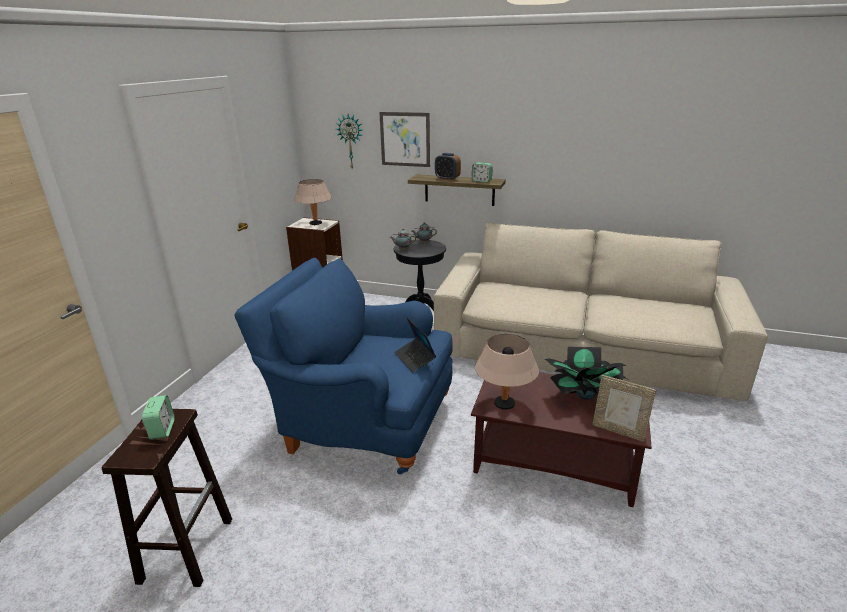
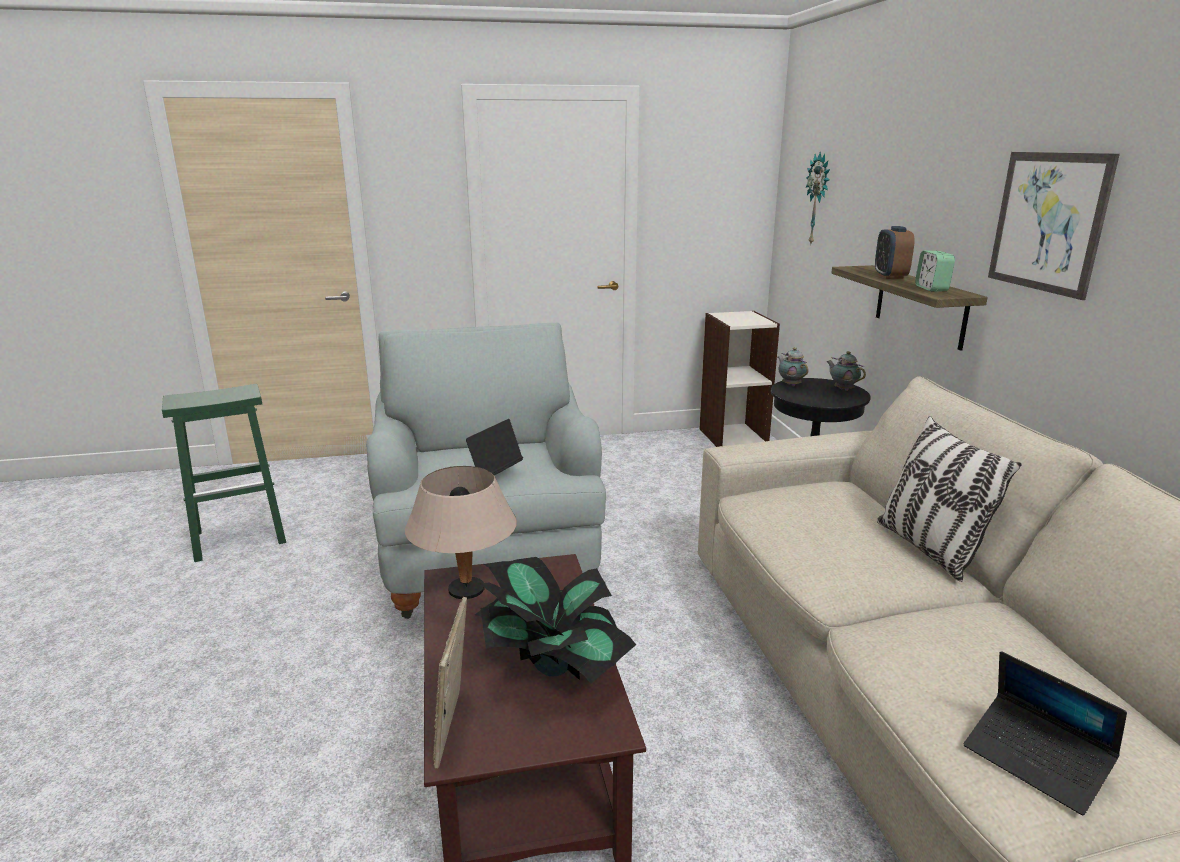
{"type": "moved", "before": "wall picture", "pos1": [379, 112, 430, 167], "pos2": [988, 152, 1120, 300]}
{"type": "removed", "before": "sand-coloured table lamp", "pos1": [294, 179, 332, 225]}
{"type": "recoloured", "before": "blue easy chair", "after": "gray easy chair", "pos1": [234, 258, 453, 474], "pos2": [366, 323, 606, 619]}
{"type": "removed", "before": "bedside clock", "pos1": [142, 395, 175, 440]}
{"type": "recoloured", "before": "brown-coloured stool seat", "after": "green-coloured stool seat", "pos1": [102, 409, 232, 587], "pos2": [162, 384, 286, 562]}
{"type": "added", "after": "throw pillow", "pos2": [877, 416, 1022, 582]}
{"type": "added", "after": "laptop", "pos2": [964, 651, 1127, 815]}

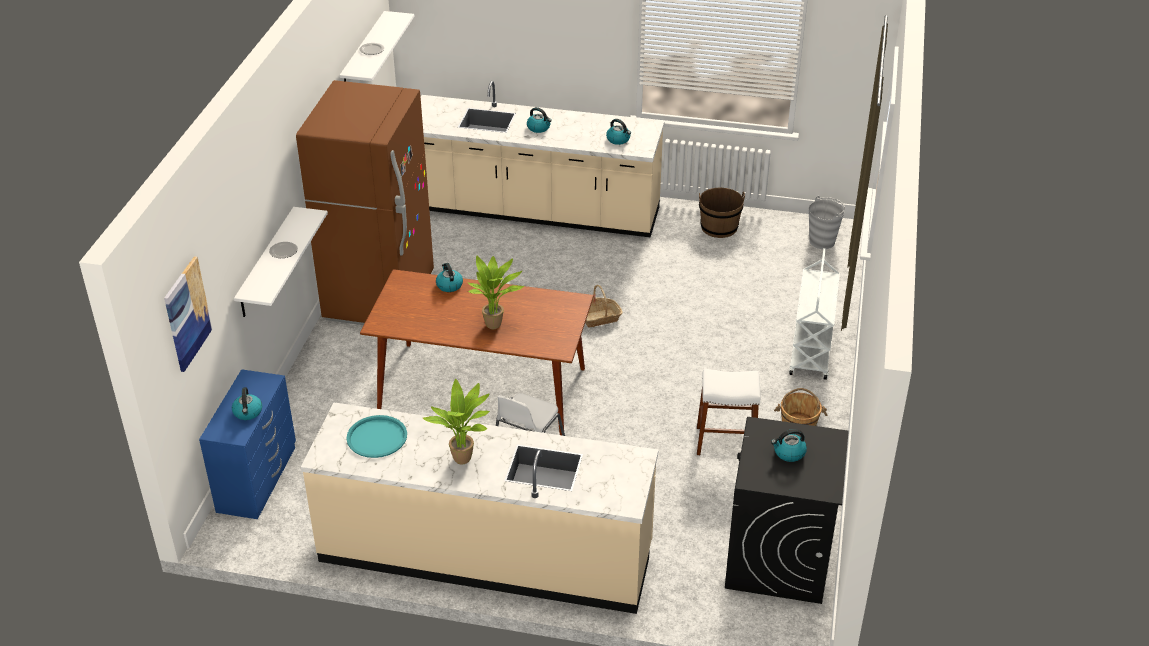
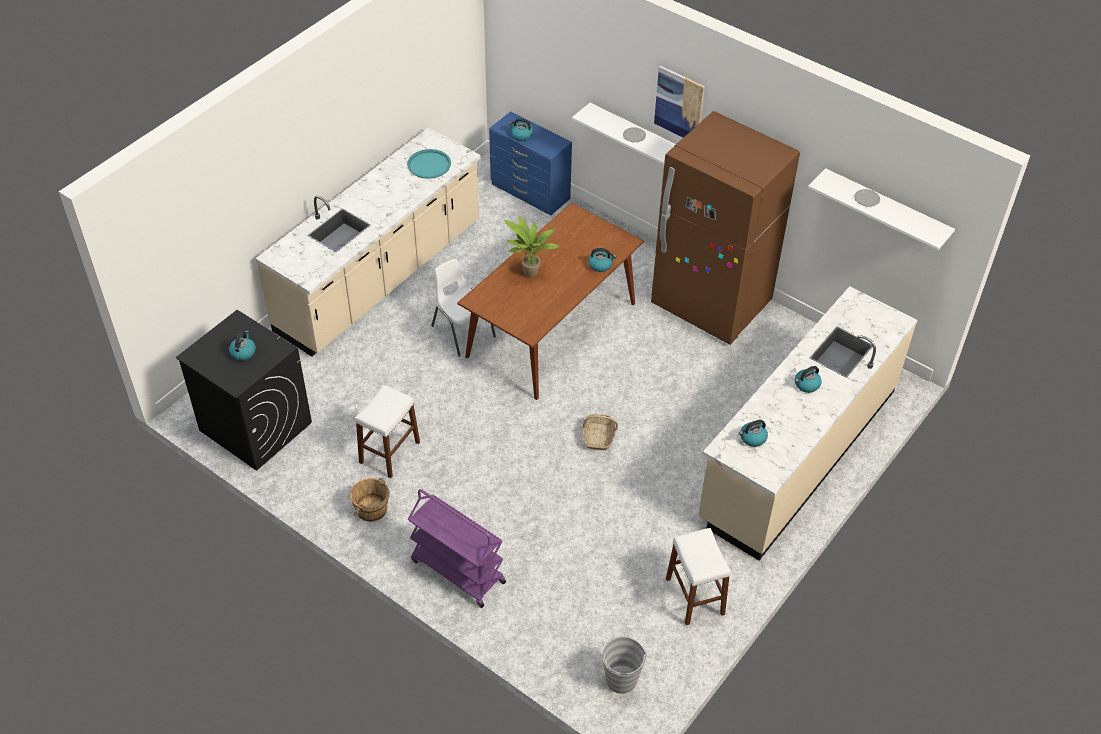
{"type": "replaced", "before": "brown-coloured bucket", "after": "whitish stool seat", "pos1": [699, 188, 745, 238], "pos2": [666, 528, 731, 625]}
{"type": "recoloured", "before": "whitish cart", "after": "purple-coloured cart", "pos1": [789, 248, 840, 380], "pos2": [408, 489, 506, 608]}
{"type": "moved", "before": "wall picture", "pos1": [164, 256, 212, 372], "pos2": [654, 66, 705, 138]}
{"type": "removed", "before": "houseplant", "pos1": [422, 379, 490, 465]}

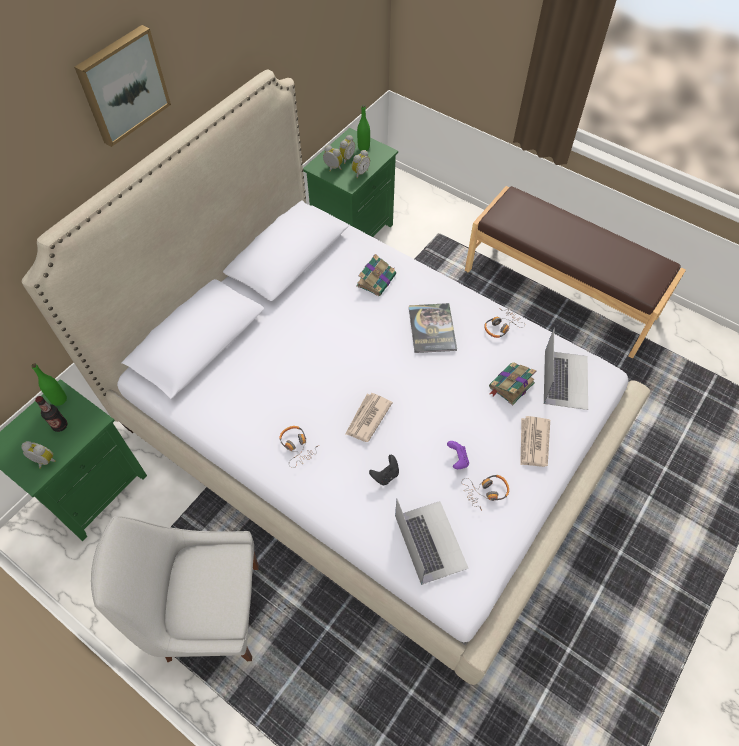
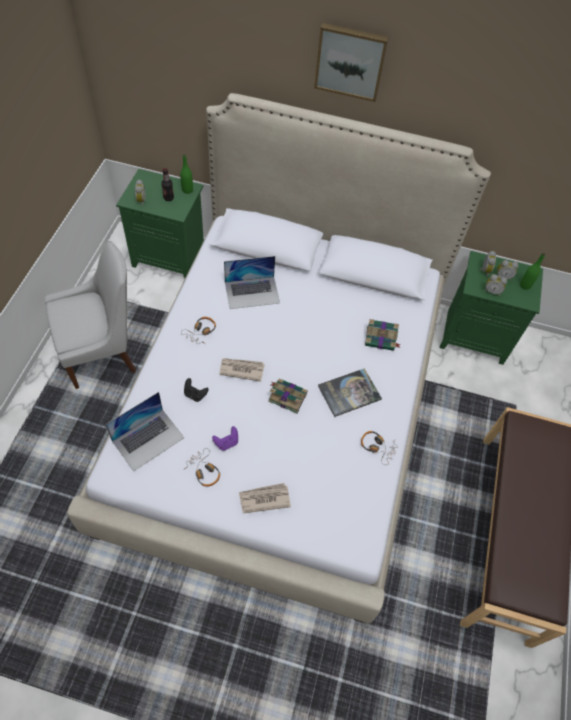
{"type": "moved", "before": "laptop", "pos1": [544, 329, 588, 410], "pos2": [224, 256, 280, 309]}
{"type": "moved", "before": "book", "pos1": [489, 362, 536, 405], "pos2": [268, 379, 308, 414]}
{"type": "turned", "before": "whitish chair", "pos1": [91, 516, 259, 662], "pos2": [44, 241, 136, 389], "turn": 90}

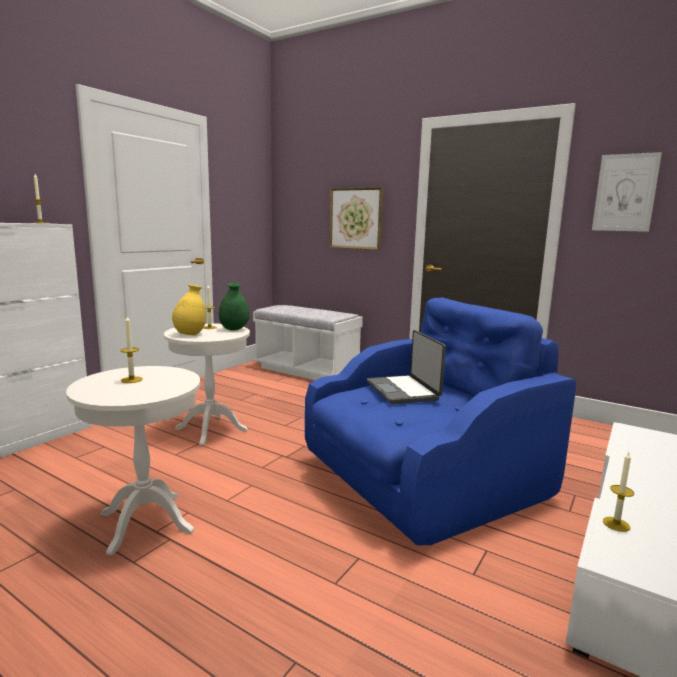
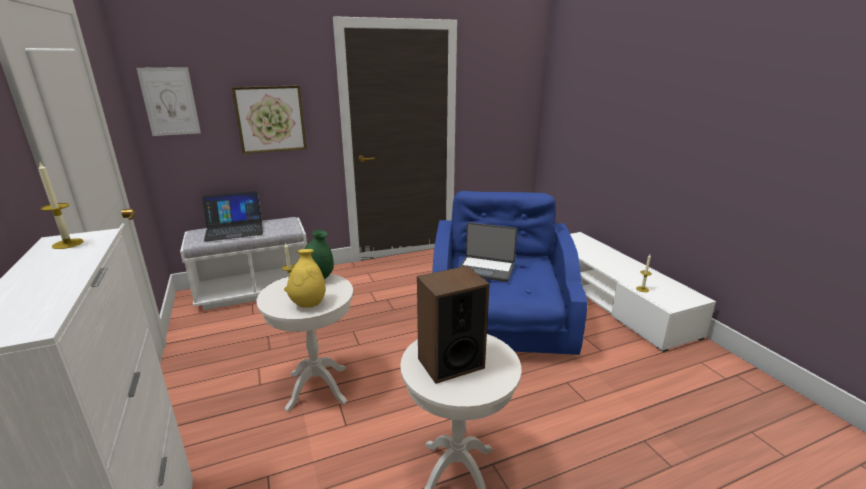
{"type": "moved", "before": "wall picture", "pos1": [592, 152, 662, 232], "pos2": [136, 67, 201, 136]}
{"type": "replaced", "before": "wax light", "after": "speaker", "pos1": [120, 316, 143, 383], "pos2": [417, 266, 490, 384]}
{"type": "added", "after": "laptop", "pos2": [202, 191, 263, 242]}

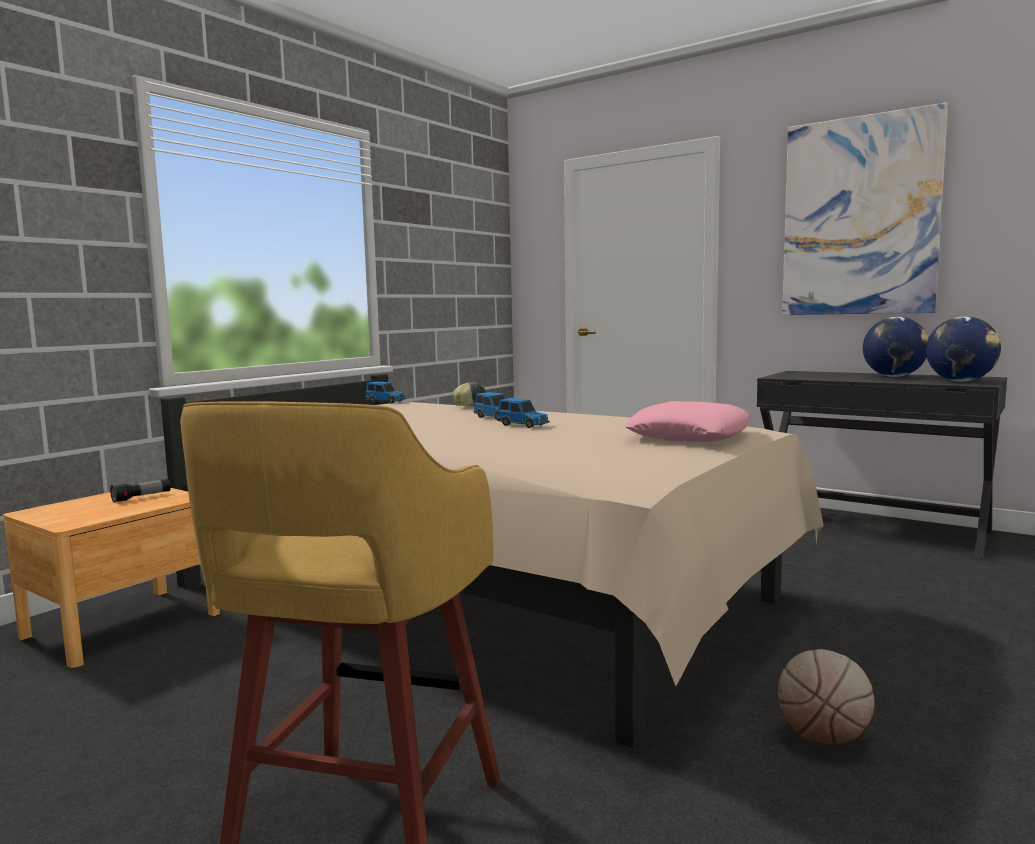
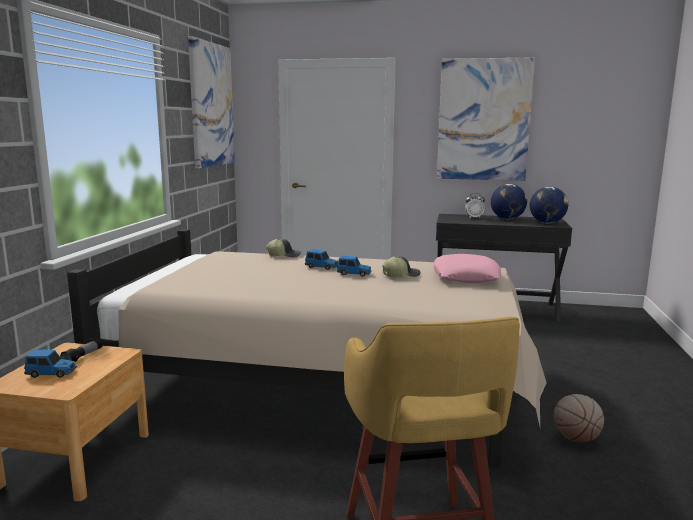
{"type": "moved", "before": "toy car", "pos1": [365, 382, 406, 403], "pos2": [24, 350, 77, 378]}
{"type": "added", "after": "wall picture", "pos2": [188, 36, 235, 169]}
{"type": "added", "after": "bedside clock", "pos2": [465, 193, 485, 219]}
{"type": "added", "after": "cap", "pos2": [383, 256, 421, 277]}

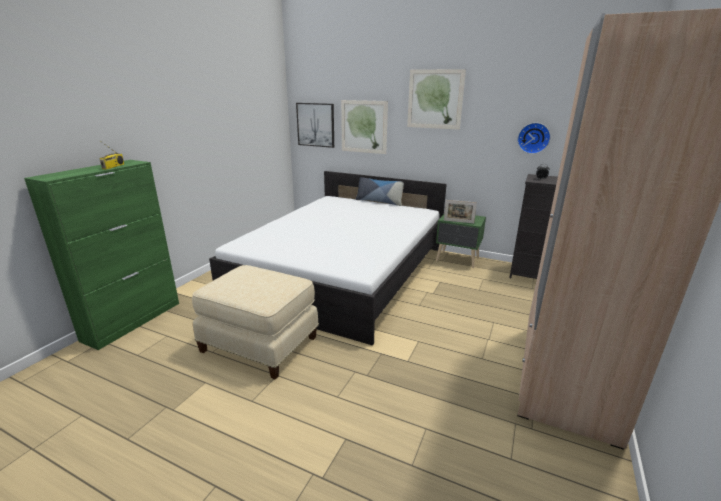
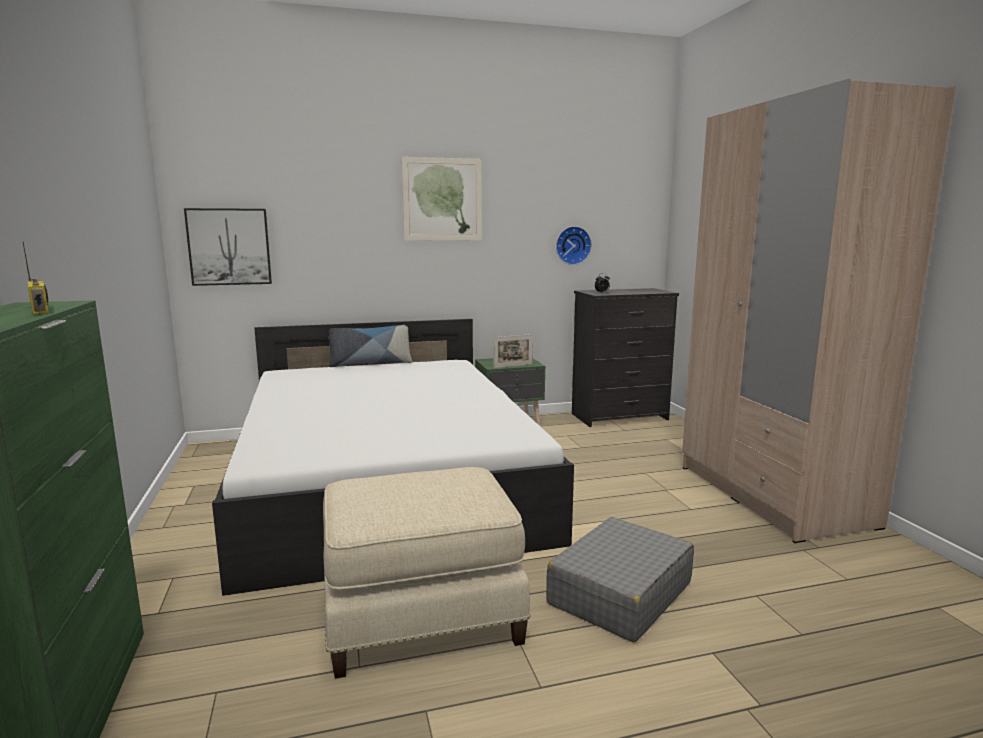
{"type": "removed", "before": "wall picture", "pos1": [341, 100, 388, 154]}
{"type": "added", "after": "gray piece of luggage", "pos2": [546, 517, 694, 642]}

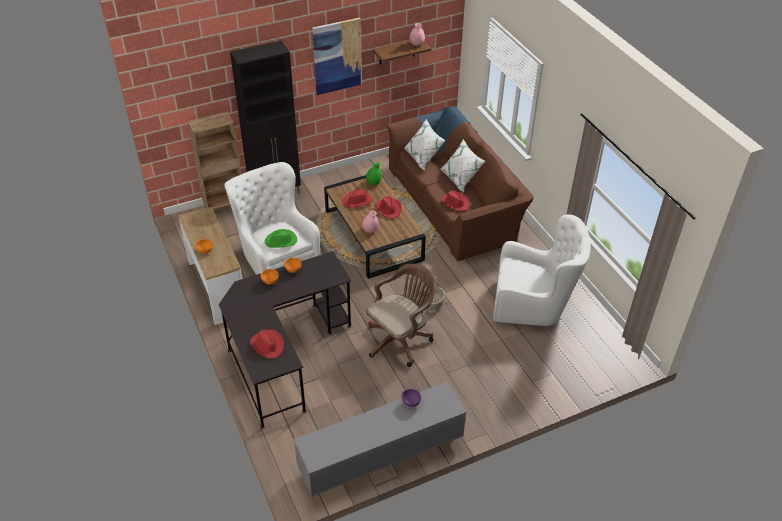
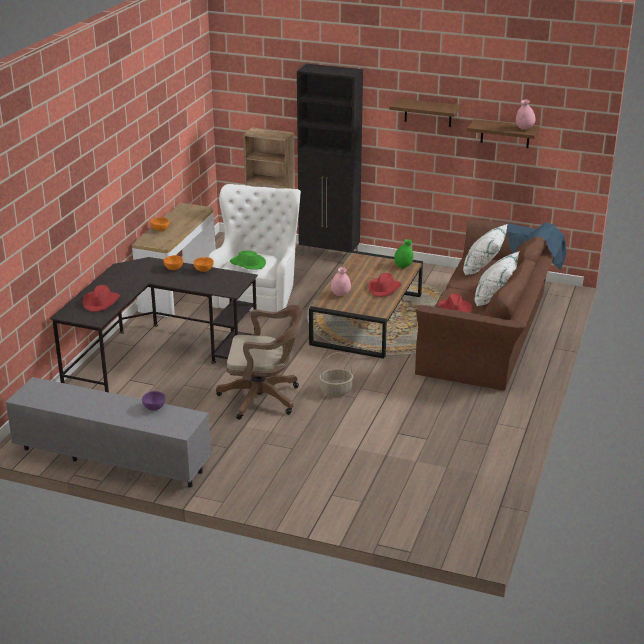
{"type": "replaced", "before": "wall picture", "after": "brown-coloured wall shelf", "pos1": [312, 17, 362, 95], "pos2": [389, 98, 461, 127]}
{"type": "removed", "before": "reddish clothing hat", "pos1": [343, 189, 373, 208]}
{"type": "removed", "before": "whitish easy chair", "pos1": [493, 214, 591, 326]}

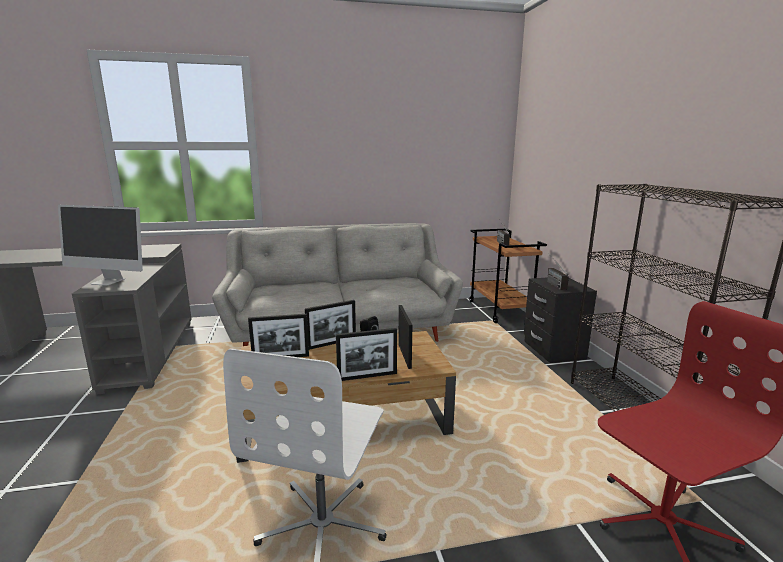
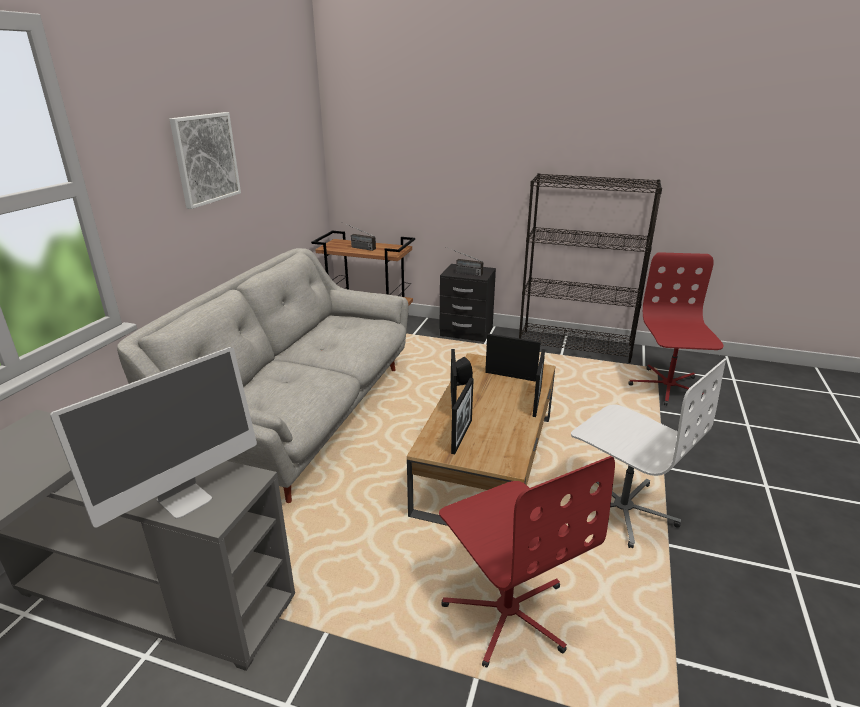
{"type": "added", "after": "wall picture", "pos2": [169, 112, 241, 209]}
{"type": "added", "after": "reddish office chair", "pos2": [439, 456, 615, 668]}

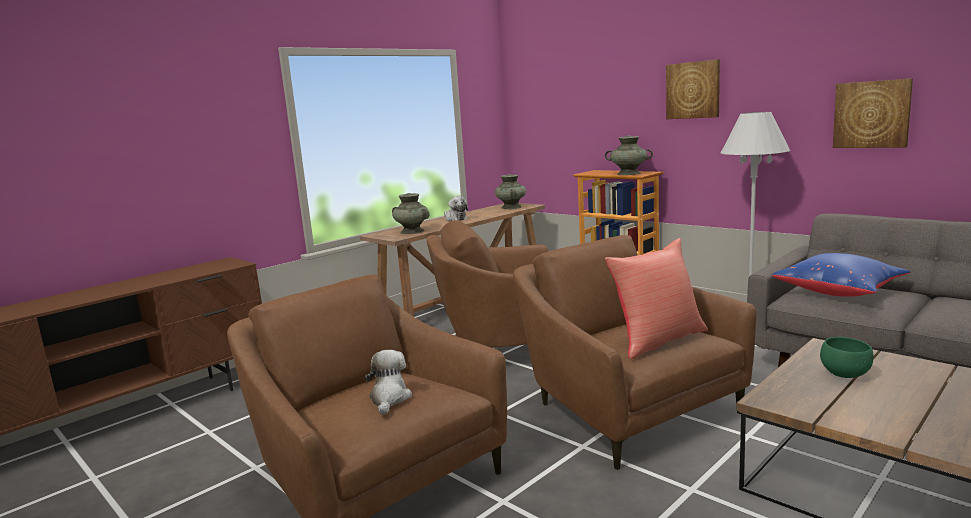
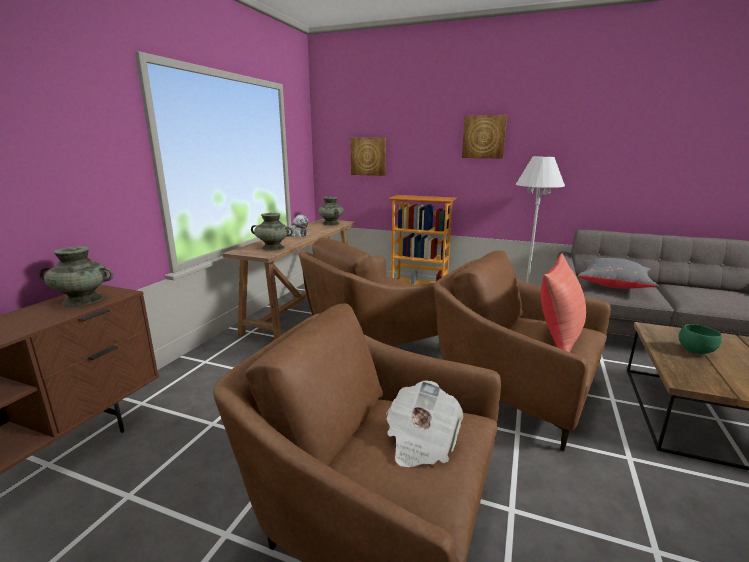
{"type": "moved", "before": "wall picture", "pos1": [833, 78, 913, 148], "pos2": [350, 137, 386, 176]}
{"type": "moved", "before": "turquoise-coloured decorative vase", "pos1": [605, 135, 653, 175], "pos2": [39, 246, 114, 306]}
{"type": "recoloured", "before": "blue throw pillow", "after": "gray throw pillow", "pos1": [772, 253, 910, 297], "pos2": [578, 258, 659, 289]}
{"type": "replaced", "before": "plush toy", "after": "daily paper", "pos1": [365, 350, 412, 415], "pos2": [386, 381, 464, 467]}

